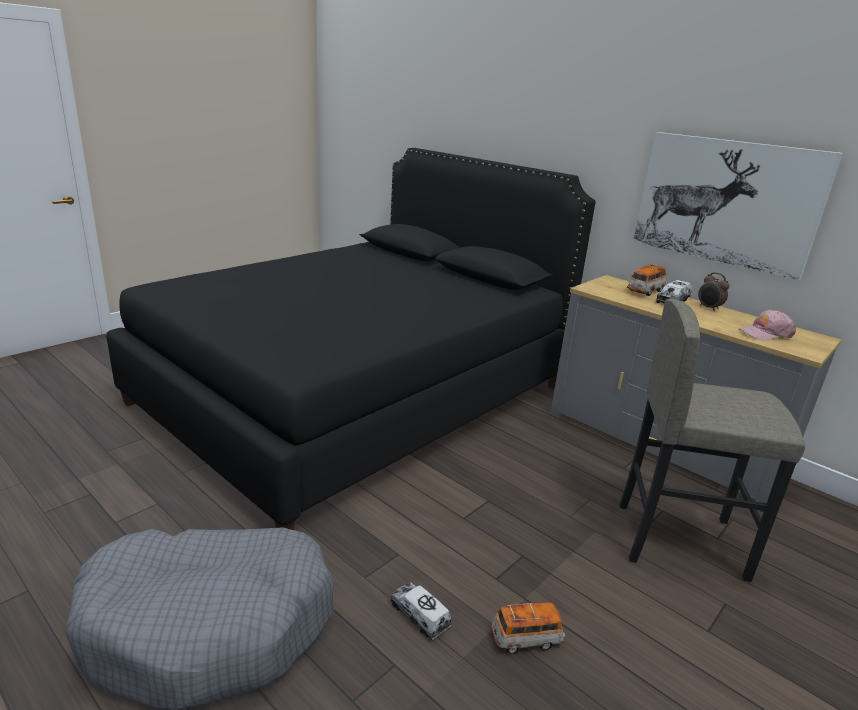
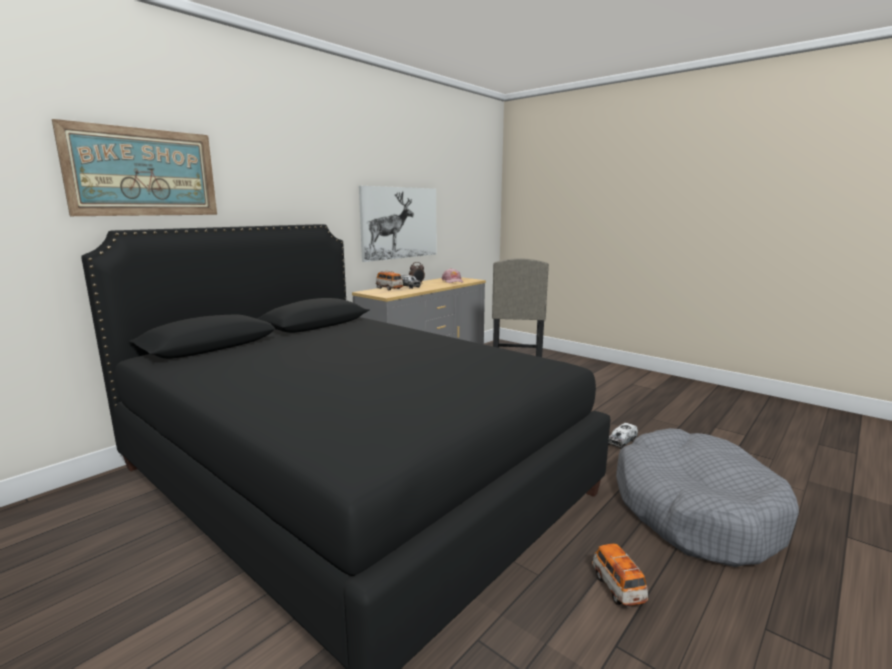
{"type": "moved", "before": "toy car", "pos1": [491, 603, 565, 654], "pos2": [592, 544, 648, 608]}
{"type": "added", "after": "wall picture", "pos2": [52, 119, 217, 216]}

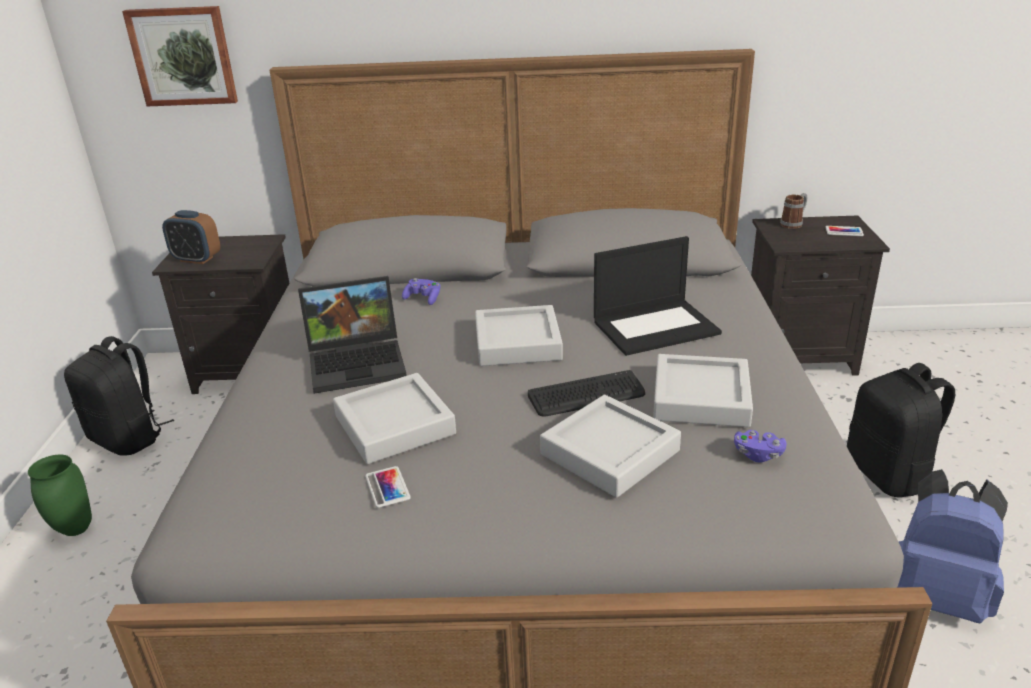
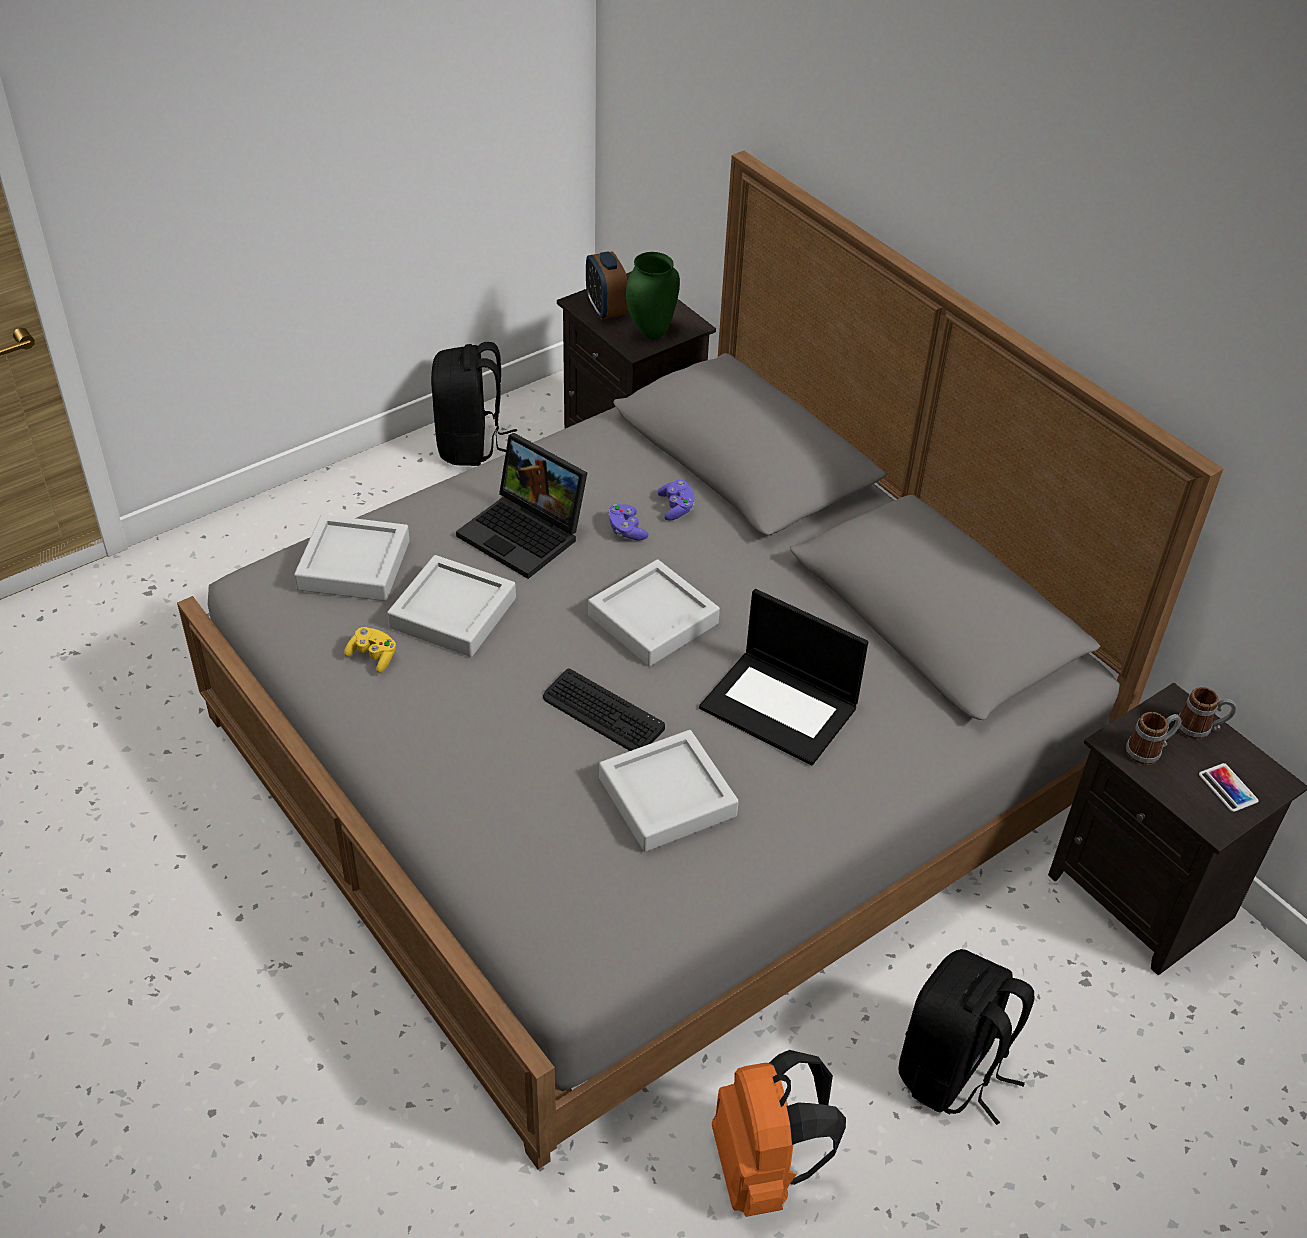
{"type": "removed", "before": "wall picture", "pos1": [122, 6, 238, 106]}
{"type": "moved", "before": "gray tray", "pos1": [540, 395, 681, 498], "pos2": [294, 514, 410, 601]}
{"type": "moved", "before": "purple-coloured gamepad", "pos1": [734, 430, 787, 463], "pos2": [608, 504, 648, 541]}
{"type": "moved", "before": "green-coloured decorative vase", "pos1": [28, 454, 92, 536], "pos2": [626, 252, 680, 340]}
{"type": "replaced", "before": "telephone", "after": "yellow-coloured gamepad", "pos1": [365, 466, 411, 508], "pos2": [344, 627, 396, 673]}
{"type": "recoloured", "before": "blue knapsack", "after": "orange knapsack", "pos1": [897, 469, 1008, 623], "pos2": [712, 1050, 846, 1217]}
{"type": "added", "after": "tea mug", "pos2": [1126, 712, 1181, 765]}

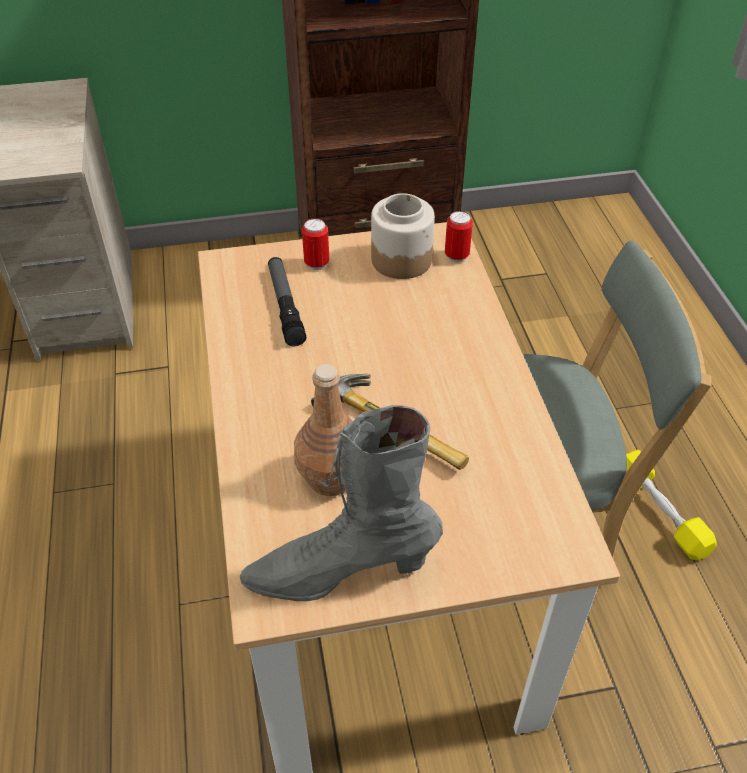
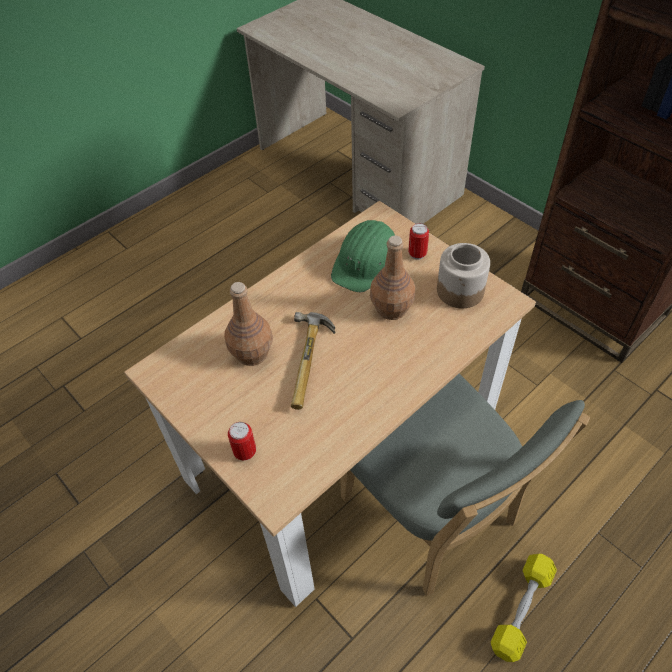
{"type": "moved", "before": "metal can", "pos1": [445, 211, 473, 262], "pos2": [228, 422, 256, 460]}
{"type": "replaced", "before": "flashlight", "after": "green-coloured work helmet", "pos1": [268, 257, 306, 346], "pos2": [331, 220, 395, 292]}
{"type": "removed", "before": "gray high-top boot", "pos1": [240, 405, 443, 601]}
{"type": "added", "after": "brown-coloured beverage bottle", "pos2": [370, 235, 415, 320]}

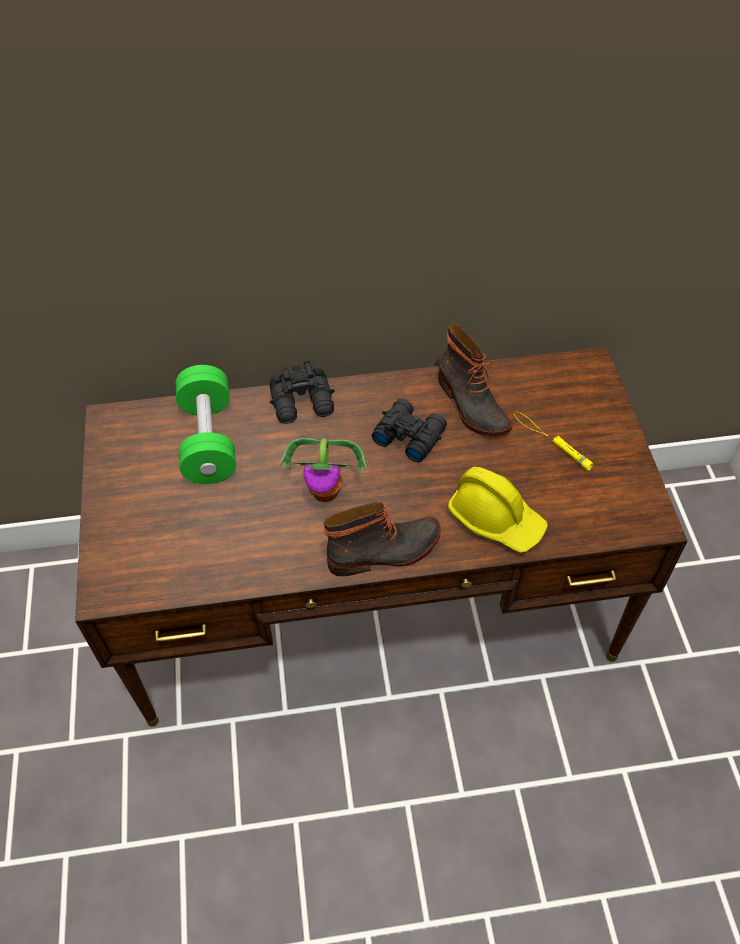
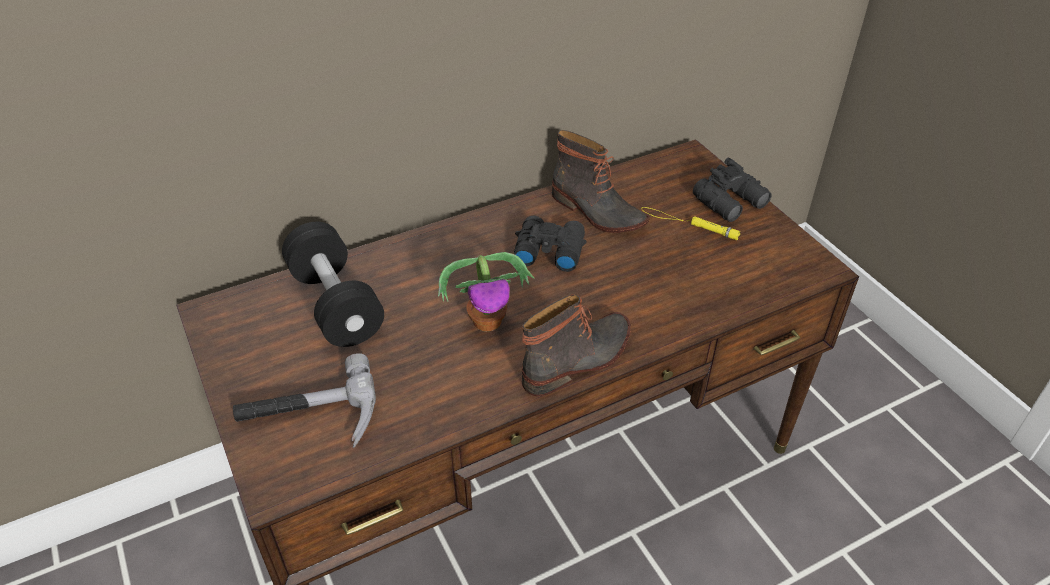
{"type": "moved", "before": "black field glasses", "pos1": [269, 360, 334, 424], "pos2": [693, 157, 772, 222]}
{"type": "recoloured", "before": "green-coloured hand weight", "after": "black hand weight", "pos1": [176, 365, 236, 484], "pos2": [282, 222, 384, 347]}
{"type": "removed", "before": "yellow-coloured work helmet", "pos1": [448, 467, 548, 553]}
{"type": "added", "after": "tool hammer", "pos2": [233, 353, 376, 448]}

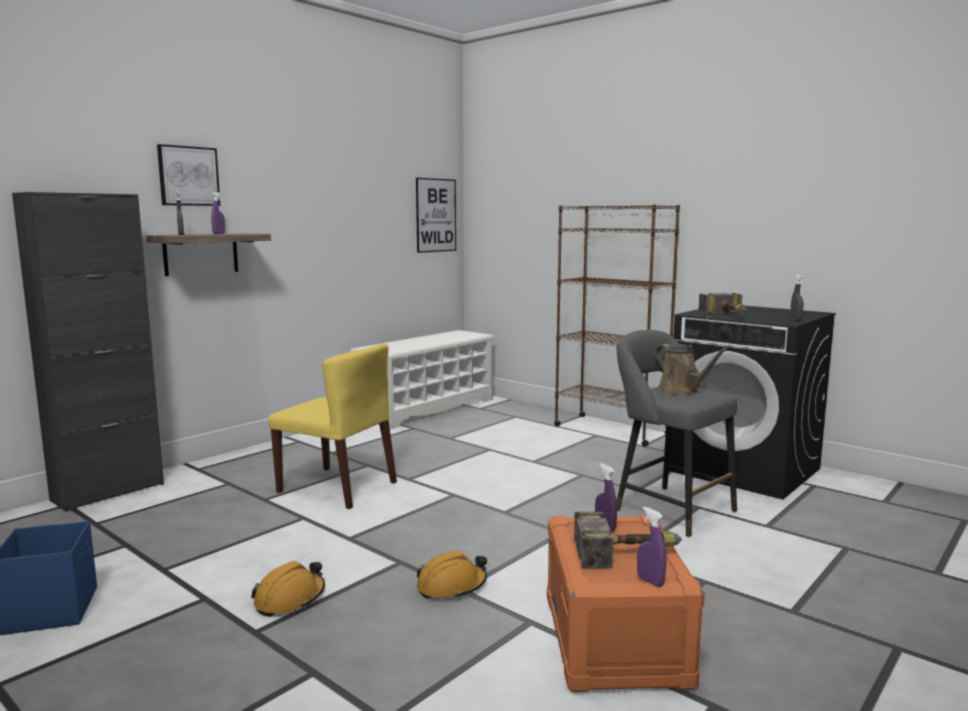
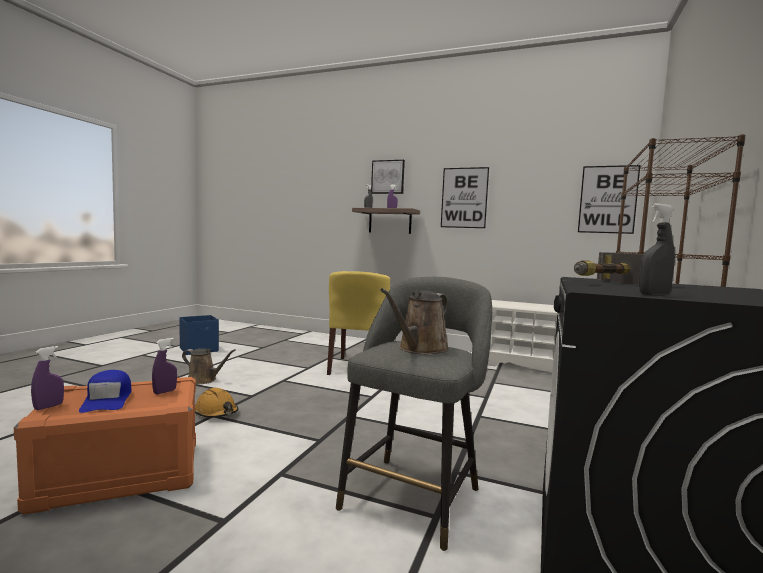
{"type": "removed", "before": "black cabinet", "pos1": [12, 192, 164, 512]}
{"type": "replaced", "before": "tool hammer", "after": "blue cap", "pos1": [574, 512, 682, 568], "pos2": [79, 370, 132, 413]}
{"type": "replaced", "before": "orange work helmet", "after": "brown-coloured sprinkling can", "pos1": [251, 561, 325, 617], "pos2": [182, 348, 236, 384]}
{"type": "added", "after": "wall picture", "pos2": [441, 167, 489, 228]}

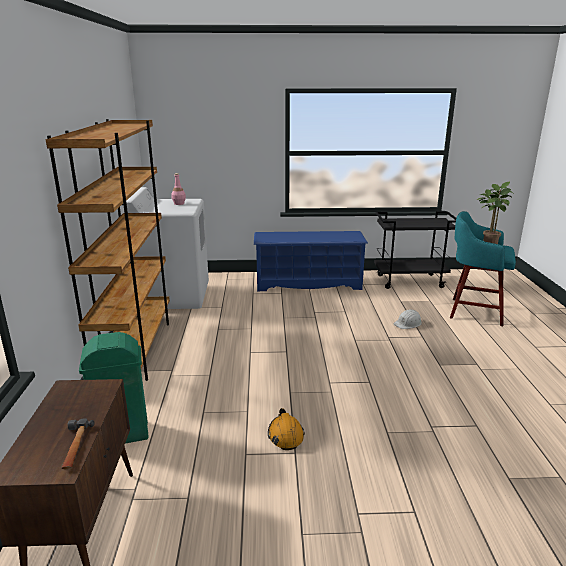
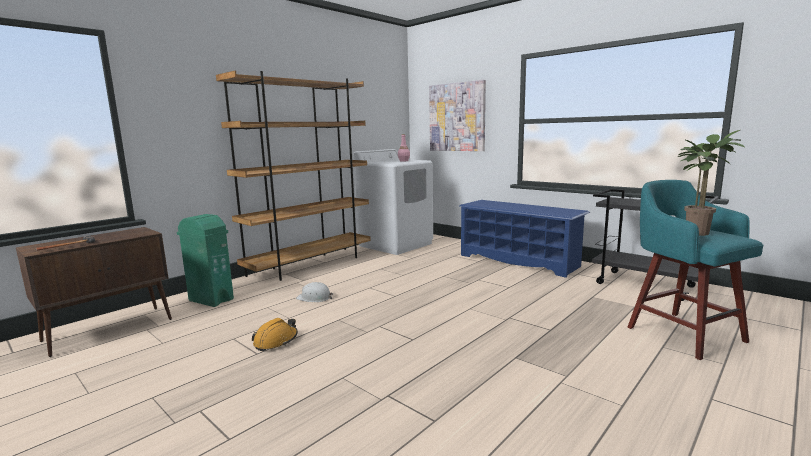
{"type": "moved", "before": "whitish work helmet", "pos1": [394, 309, 422, 329], "pos2": [296, 282, 333, 302]}
{"type": "added", "after": "wall picture", "pos2": [429, 80, 486, 151]}

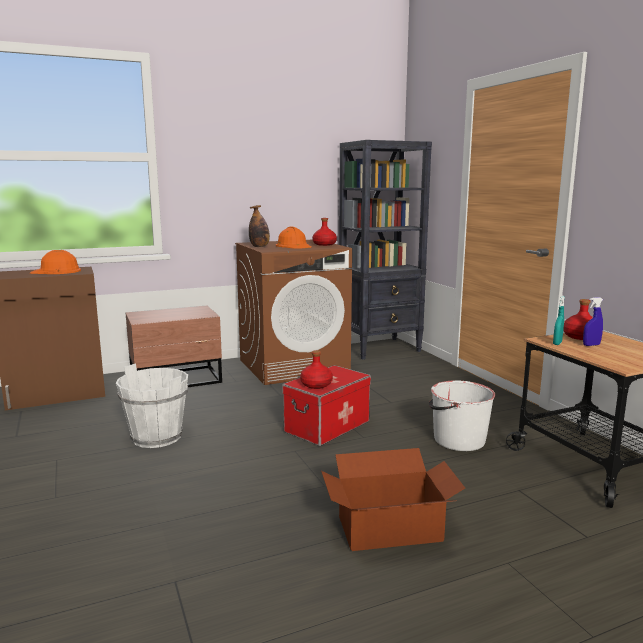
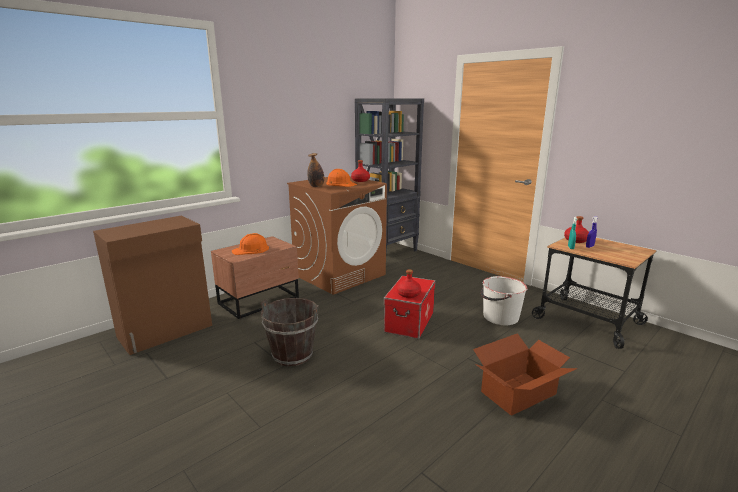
{"type": "moved", "before": "orange work helmet", "pos1": [30, 250, 81, 274], "pos2": [232, 233, 269, 255]}
{"type": "recoloured", "before": "whitish bucket", "after": "brown-coloured bucket", "pos1": [116, 364, 188, 448], "pos2": [260, 298, 319, 366]}

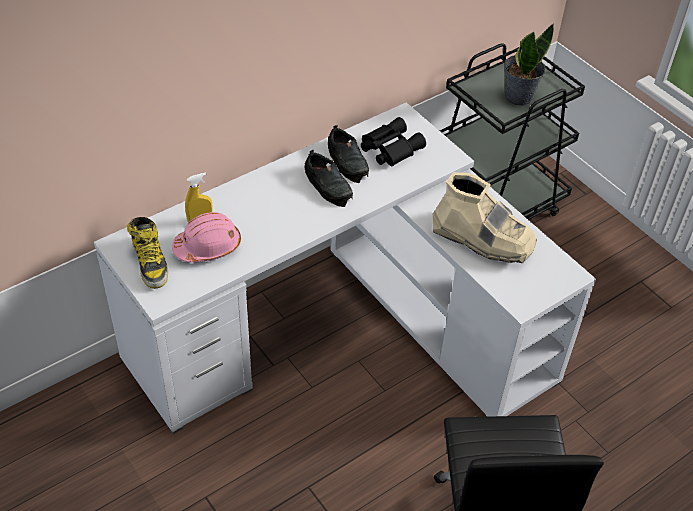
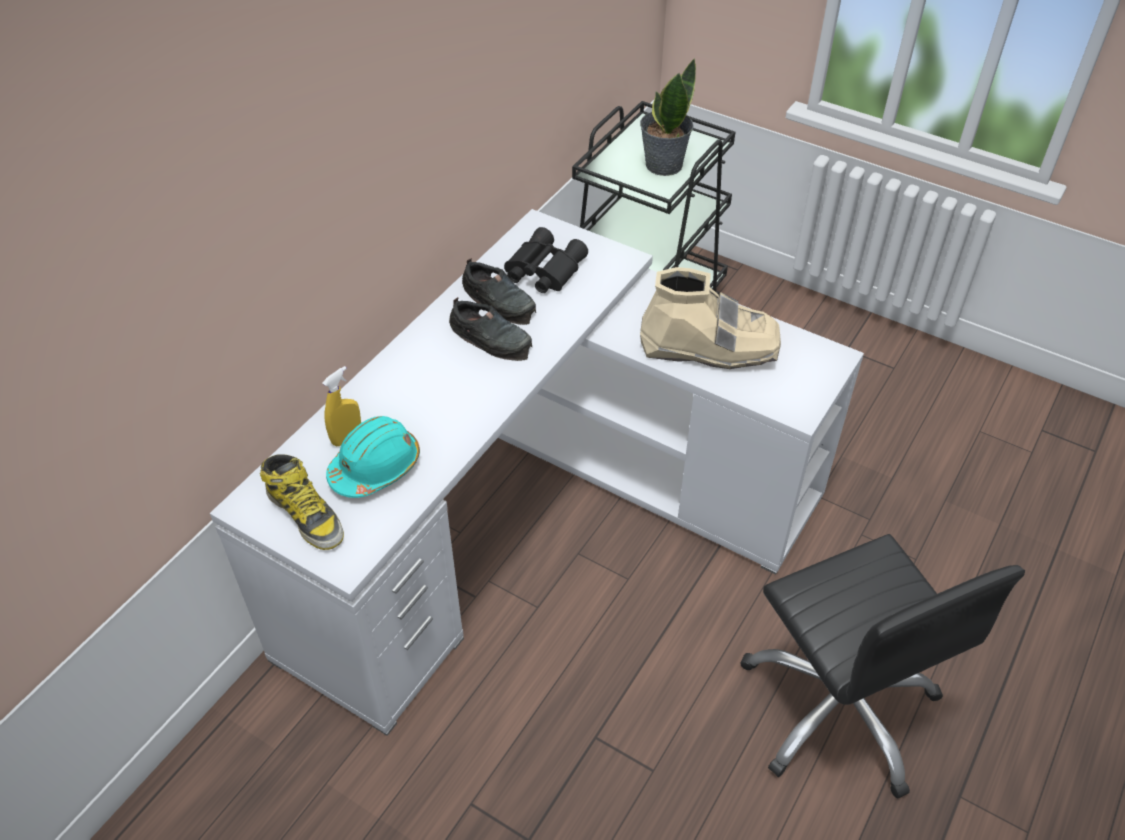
{"type": "recoloured", "before": "pinkish work helmet", "after": "turquoise-coloured work helmet", "pos1": [172, 212, 241, 263], "pos2": [326, 416, 420, 498]}

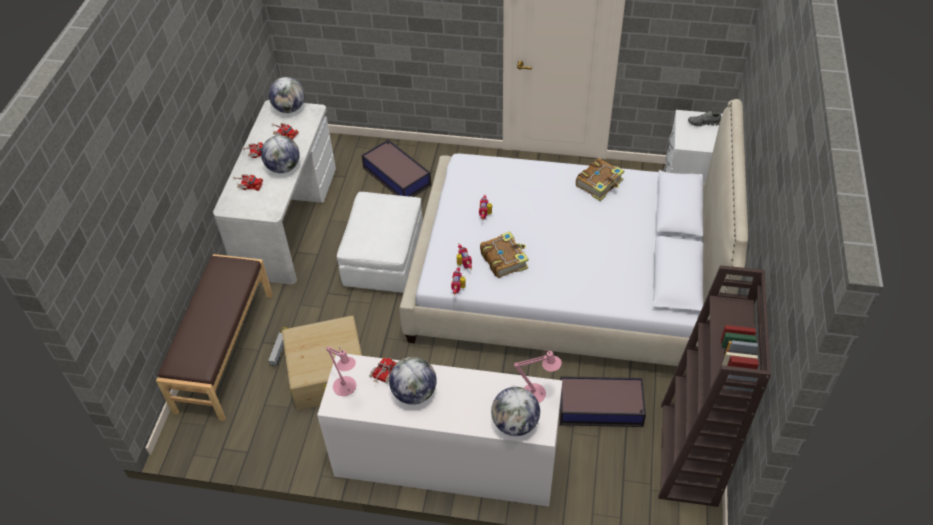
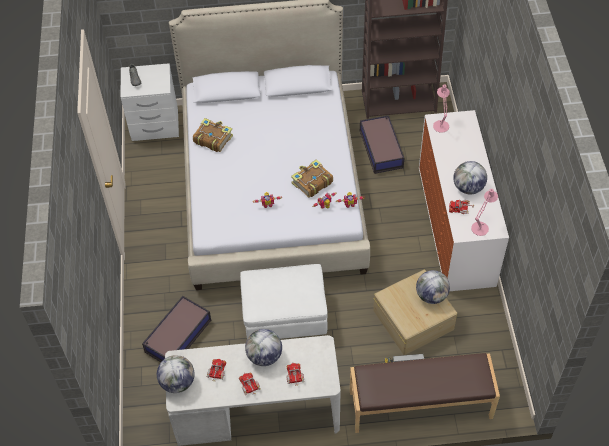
{"type": "moved", "before": "desk globe", "pos1": [491, 387, 540, 436], "pos2": [416, 270, 450, 304]}

